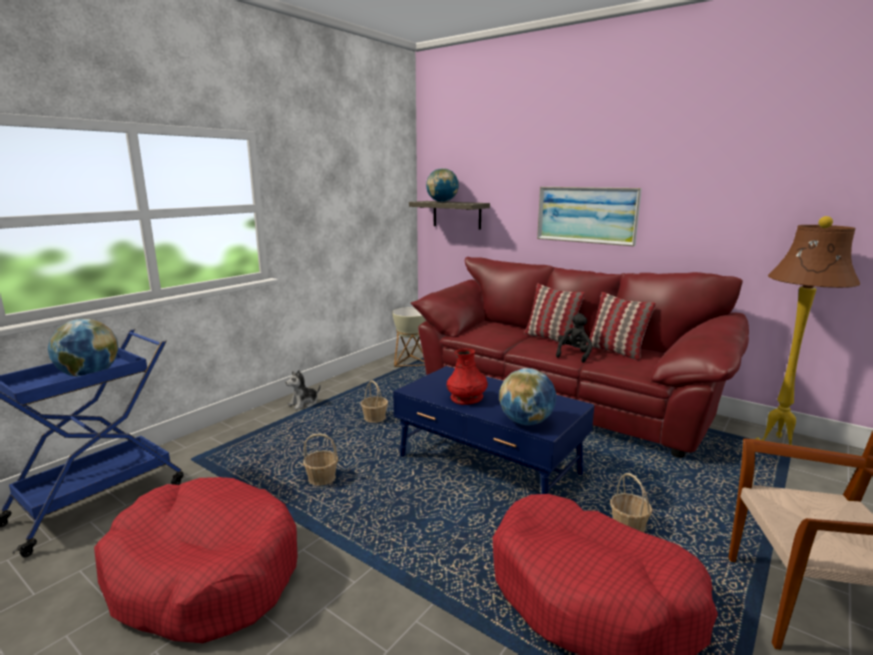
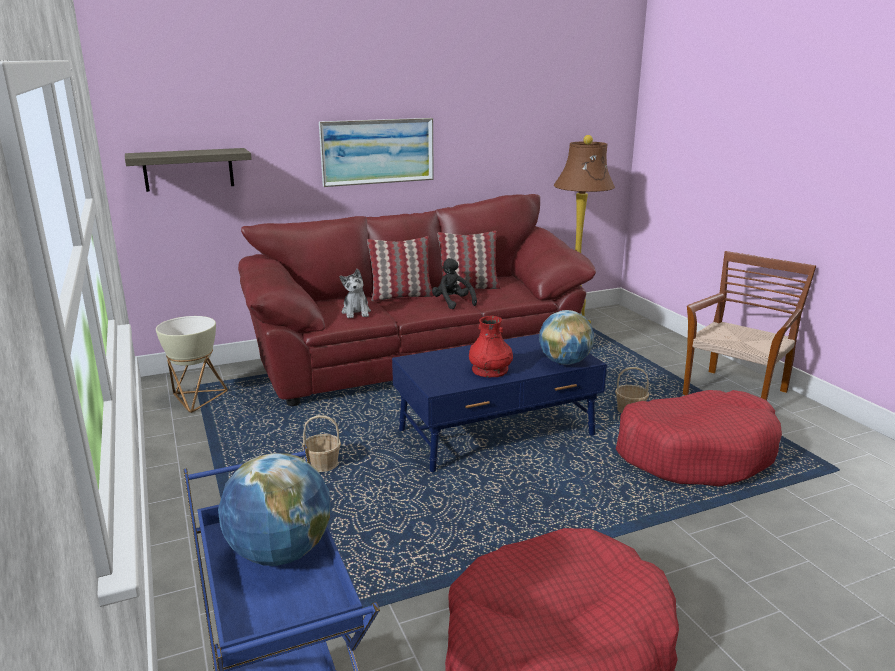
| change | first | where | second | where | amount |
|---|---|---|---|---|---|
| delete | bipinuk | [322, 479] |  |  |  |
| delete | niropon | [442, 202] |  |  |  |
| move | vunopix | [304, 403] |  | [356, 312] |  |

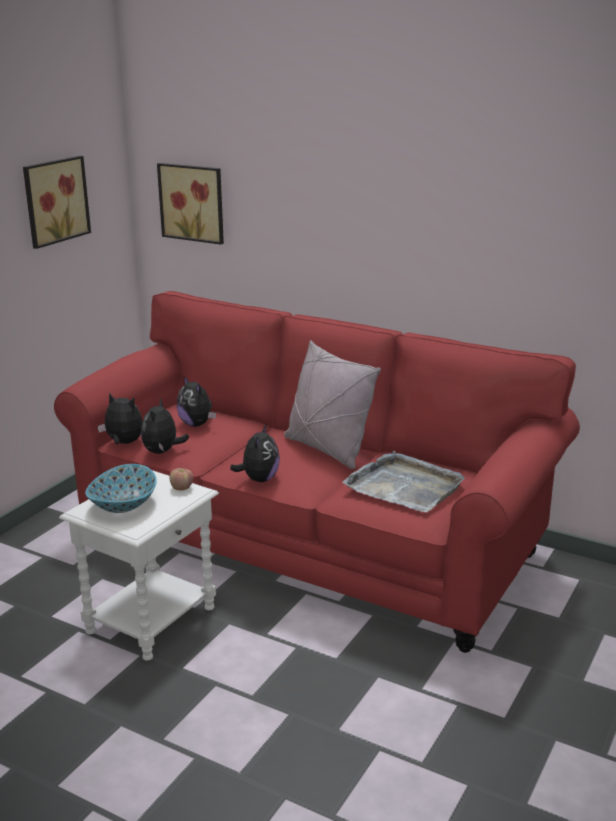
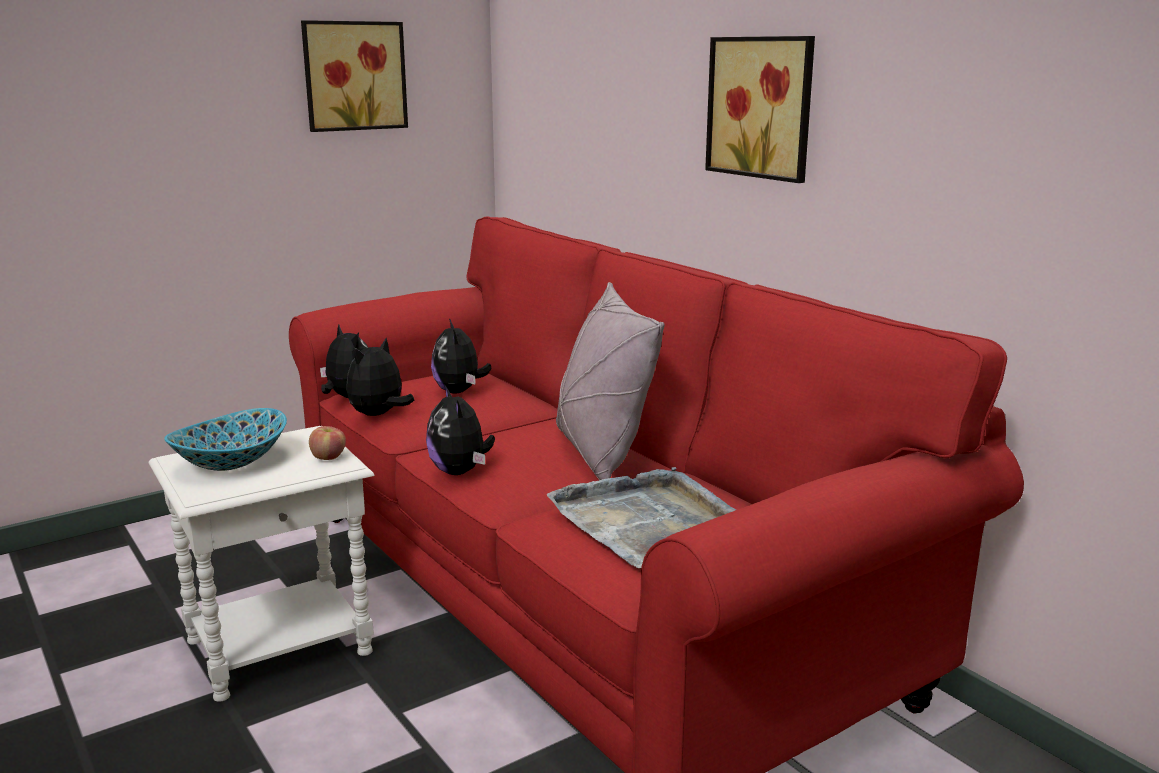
| change | first | where | second | where | amount |
|---|---|---|---|---|---|
| move | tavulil | [193, 202] |  | [763, 107] |  |
| rotate | vunopix | [259, 479] |  | [460, 471] | 120 degrees clockwise |

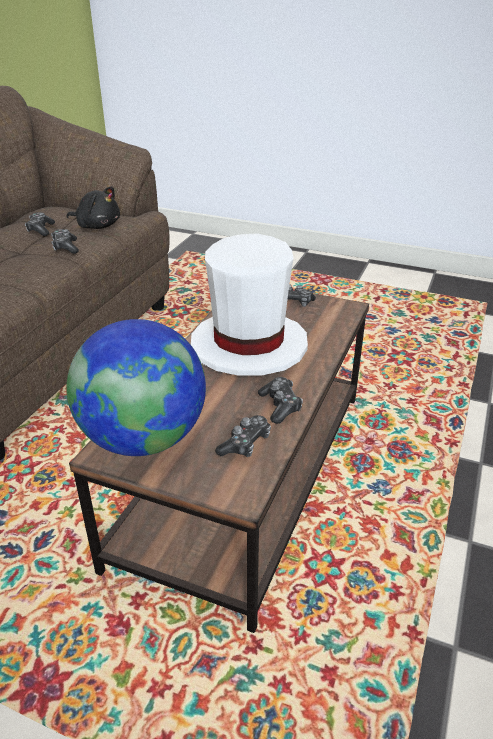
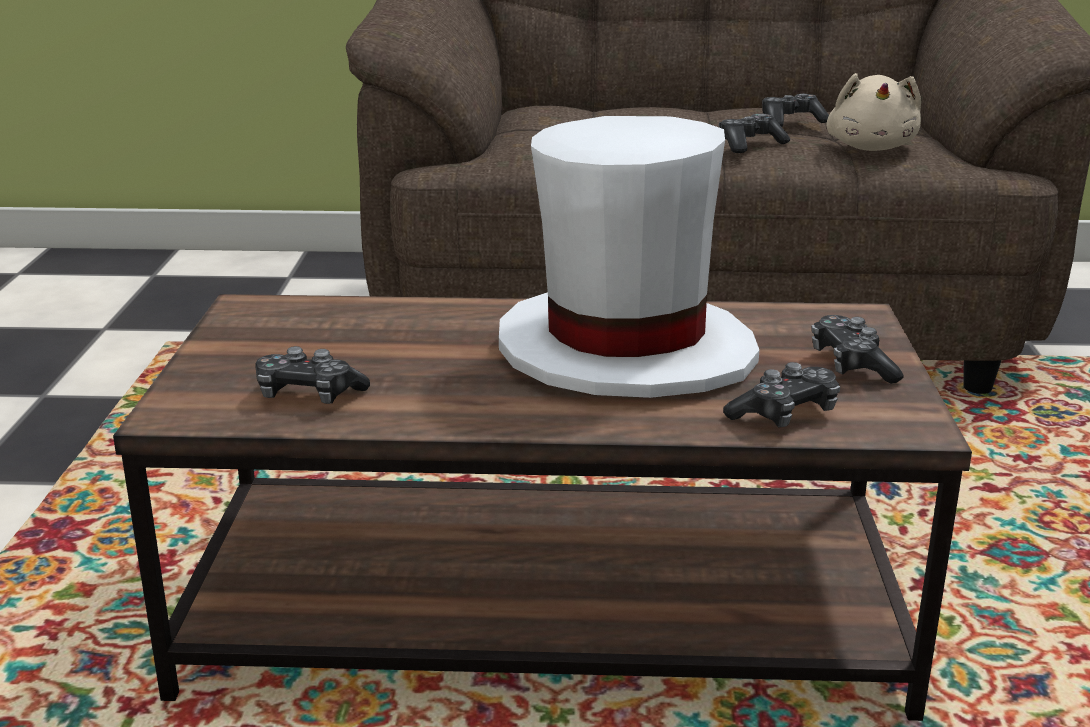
| change | first | where | second | where | amount |
|---|---|---|---|---|---|
| delete | niropon | [143, 439] |  |  |  |
| move | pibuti | [280, 406] |  | [785, 414] |  |
| recolor | vunopix (black) | [97, 226] | vunopix (beige) | [871, 148] |  |

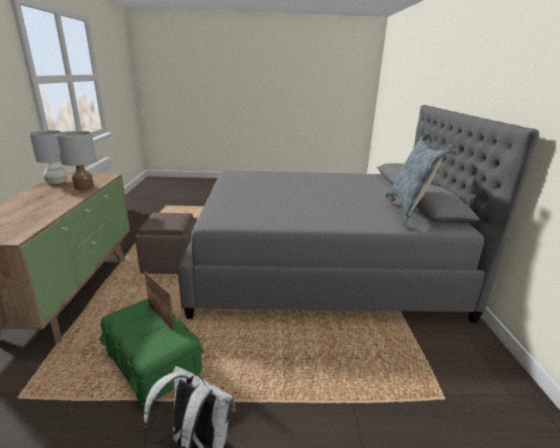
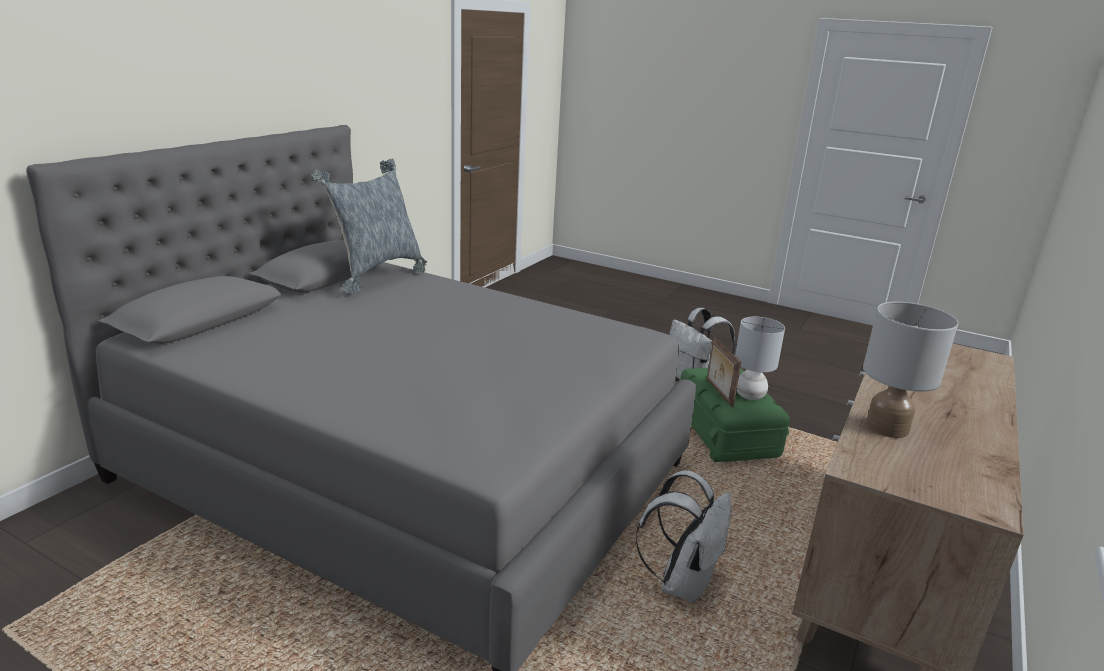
| change | first | where | second | where | amount |
|---|---|---|---|---|---|
| move | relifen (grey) | [57, 182] |  | [749, 395] |  |
| replace | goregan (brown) | [172, 263] | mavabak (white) | [683, 582] |  |

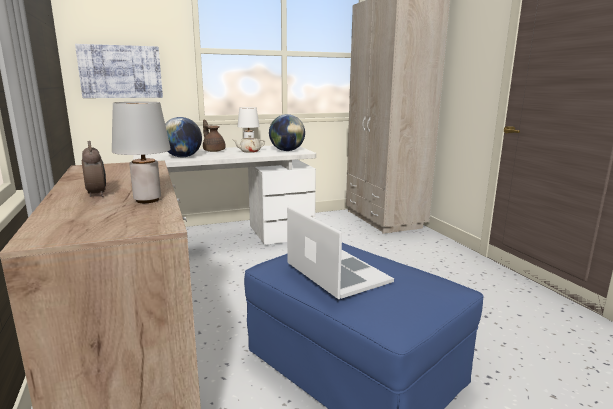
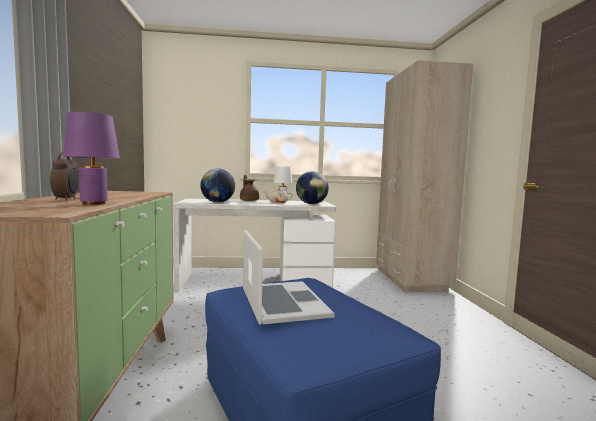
| change | first | where | second | where | amount |
|---|---|---|---|---|---|
| delete | tavulil | [121, 72] |  |  |  |
| recolor | relifen (grey) | [147, 200] | relifen (purple) | [93, 203] |  |

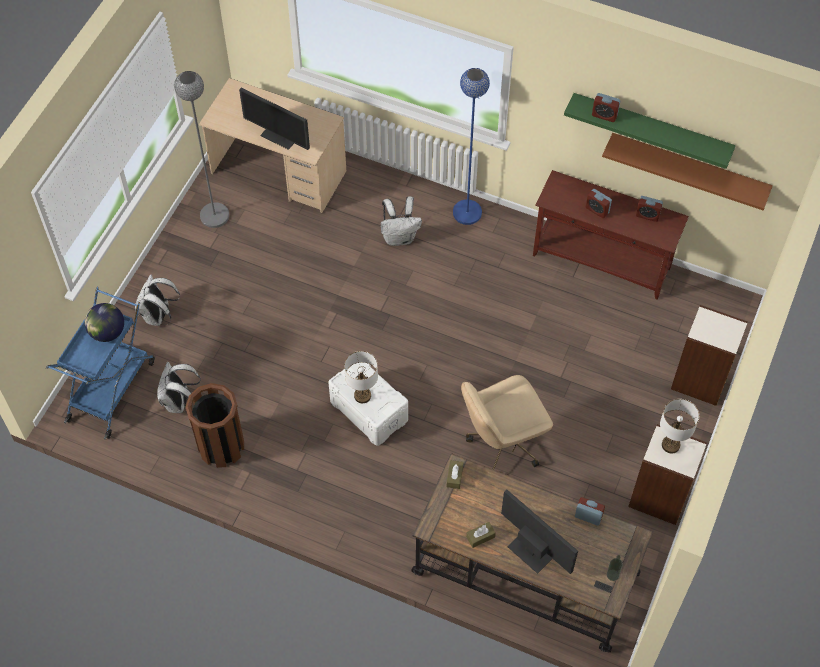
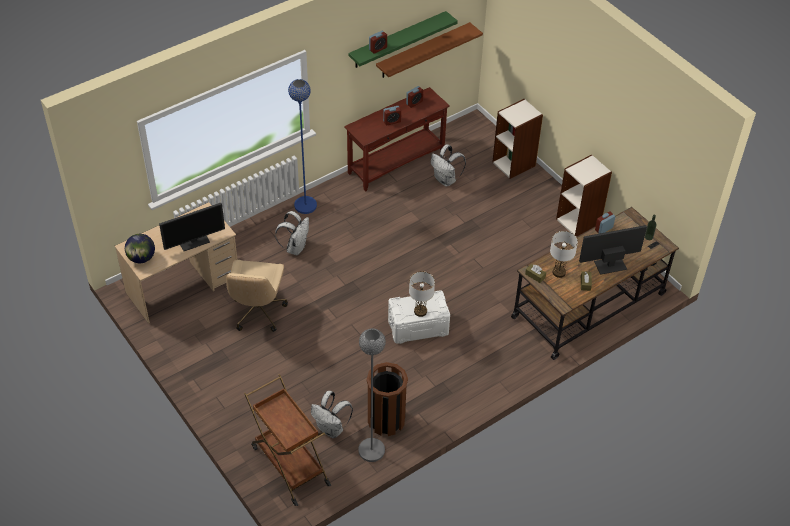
| change | first | where | second | where | amount |
|---|---|---|---|---|---|
| move | niropon | [108, 332] |  | [141, 258] |  |
| move | mavabak (white) | [159, 316] |  | [446, 180] |  |
| move | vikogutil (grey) | [214, 215] |  | [371, 450] |  |
| move | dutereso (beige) | [502, 445] |  | [258, 314] |  |
| move | relifen | [670, 445] |  | [559, 272] |  |
| recolor | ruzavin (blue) | [112, 391] | ruzavin (brown) | [290, 465] |  |

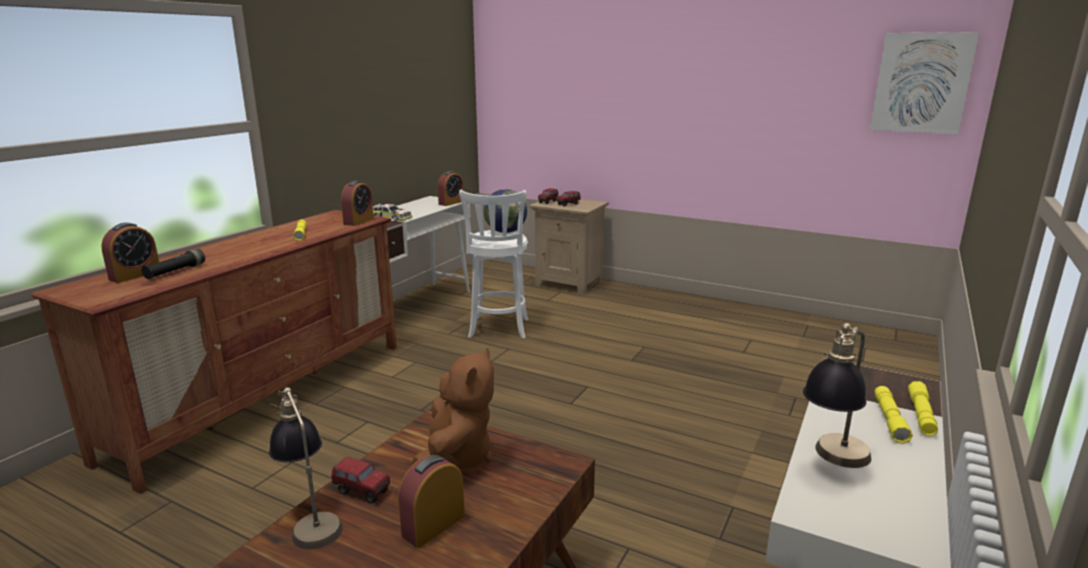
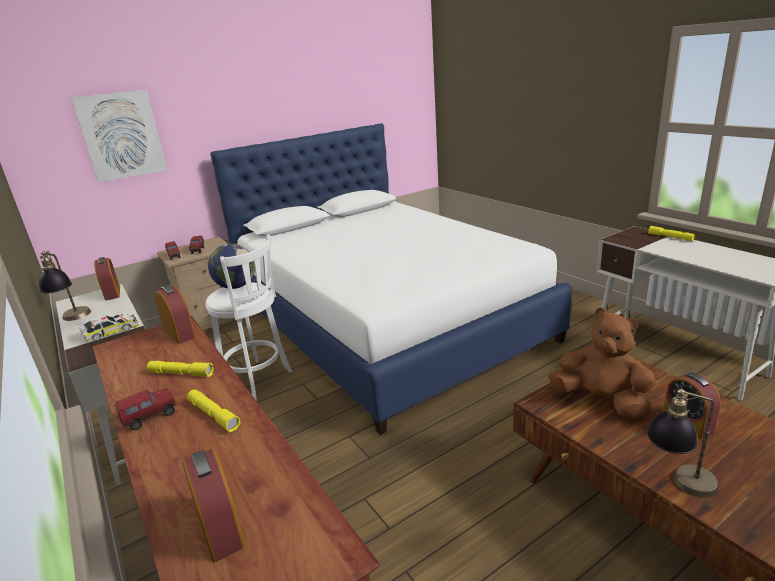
| change | first | where | second | where | amount |
|---|---|---|---|---|---|
| delete | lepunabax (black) | [175, 271] |  |  |  |
| insert |  |  | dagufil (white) | [385, 321] |  |
| move | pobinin | [362, 491] |  | [150, 418] |  |
| move | relifen | [832, 461] |  | [73, 319] |  |
| move | tavulil | [921, 83] |  | [121, 135] |  |
| move | lepunabax (yellow) | [889, 420] |  | [213, 415] |  |

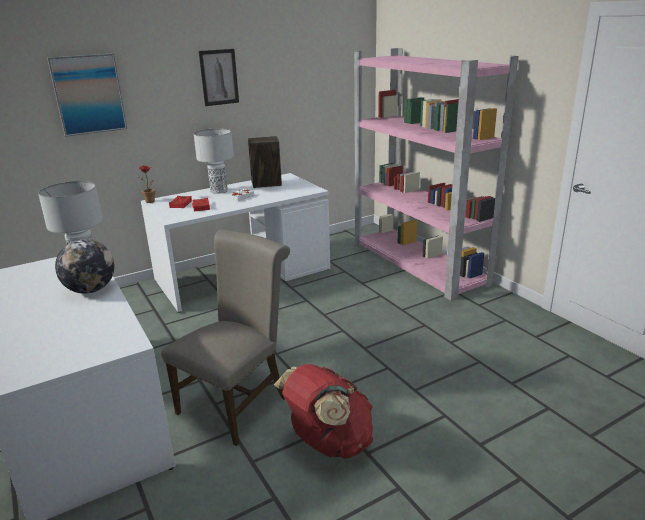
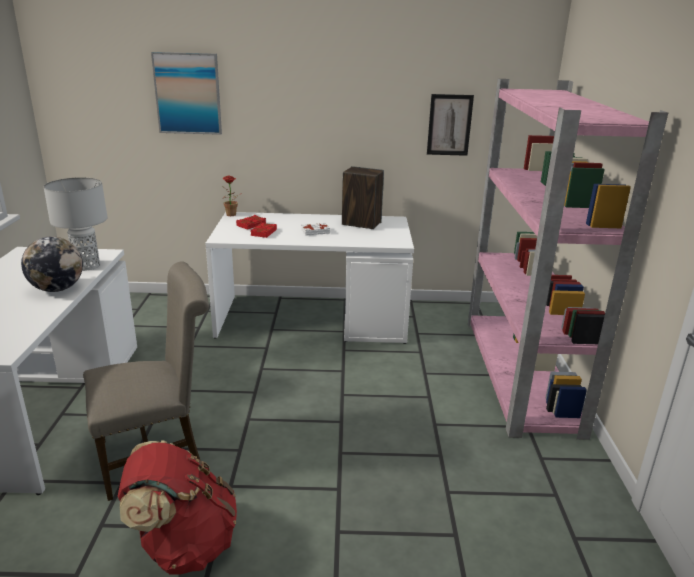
| change | first | where | second | where | amount |
|---|---|---|---|---|---|
| delete | relifen (white) | [219, 191] |  |  |  |
| move | tavulil | [219, 77] |  | [449, 125] |  |

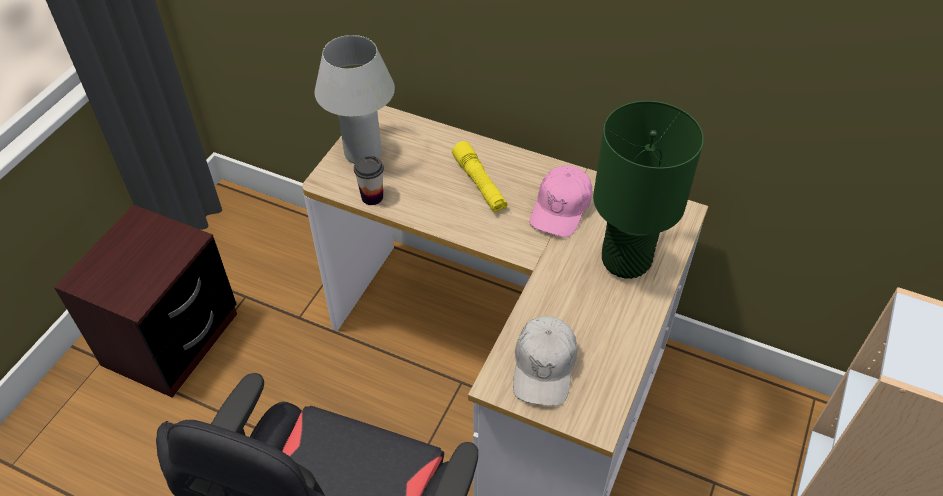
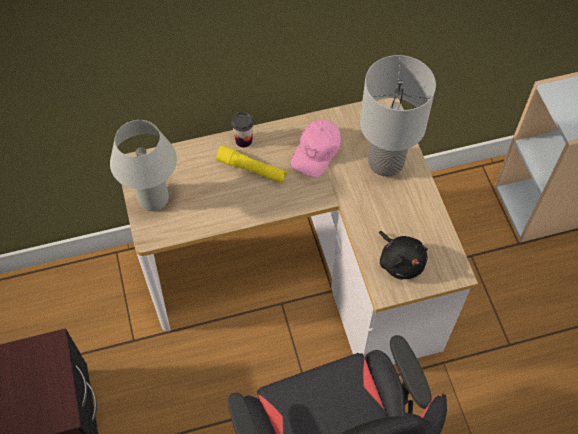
| change | first | where | second | where | amount |
|---|---|---|---|---|---|
| move | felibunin | [372, 197] |  | [244, 140] |  |
| replace | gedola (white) | [544, 367] | vunopix (black) | [400, 261] |  |
| recolor | relifen (green) | [625, 264] | relifen (grey) | [385, 165] |  |
| rotate | gedola (pink) | [561, 208] |  | [316, 152] | 45 degrees clockwise |

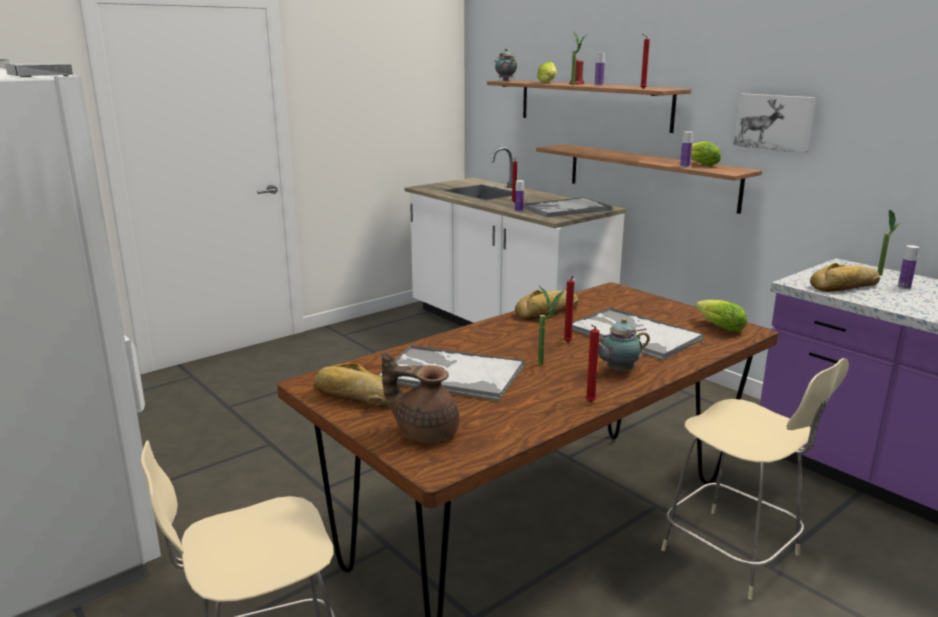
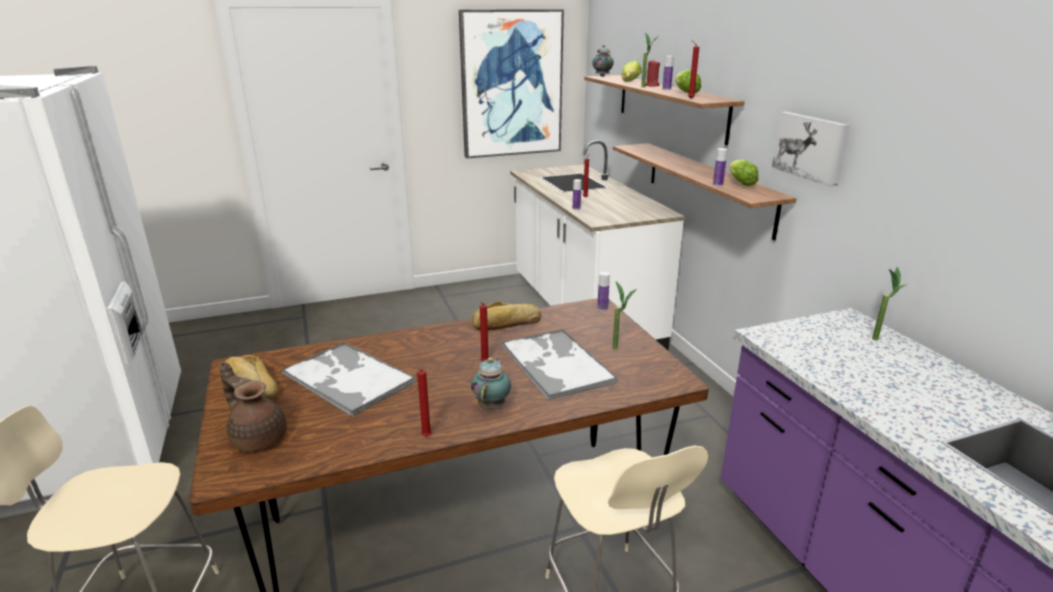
| change | first | where | second | where | amount |
|---|---|---|---|---|---|
| delete | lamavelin | [565, 209] |  |  |  |
| delete | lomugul | [846, 286] |  |  |  |
| insert |  |  | tavulil | [511, 84] |  |
| move | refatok | [547, 365] |  | [619, 349] |  |
| move | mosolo | [717, 326] |  | [684, 93] |  |
| move | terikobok | [904, 287] |  | [602, 308] |  |
| rotate | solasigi | [618, 371] |  | [492, 404] | 105 degrees clockwise |

